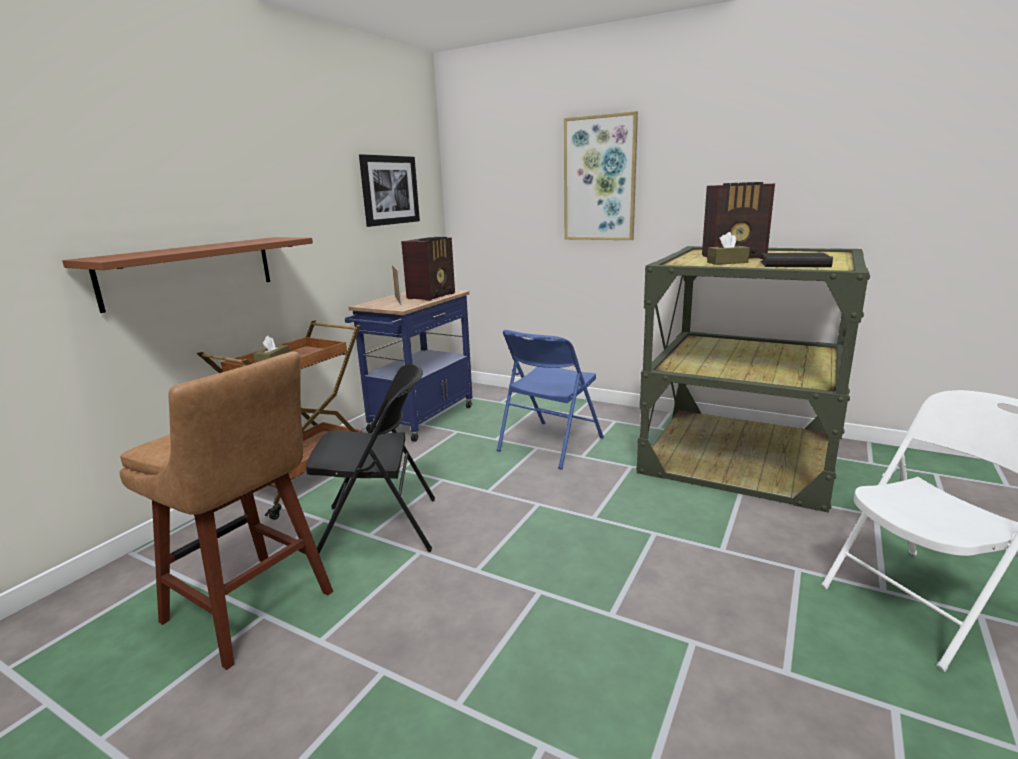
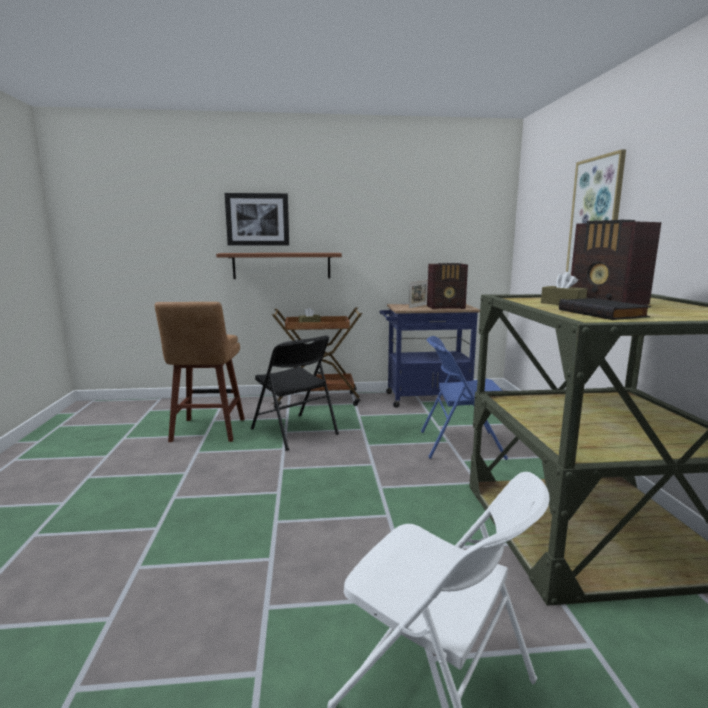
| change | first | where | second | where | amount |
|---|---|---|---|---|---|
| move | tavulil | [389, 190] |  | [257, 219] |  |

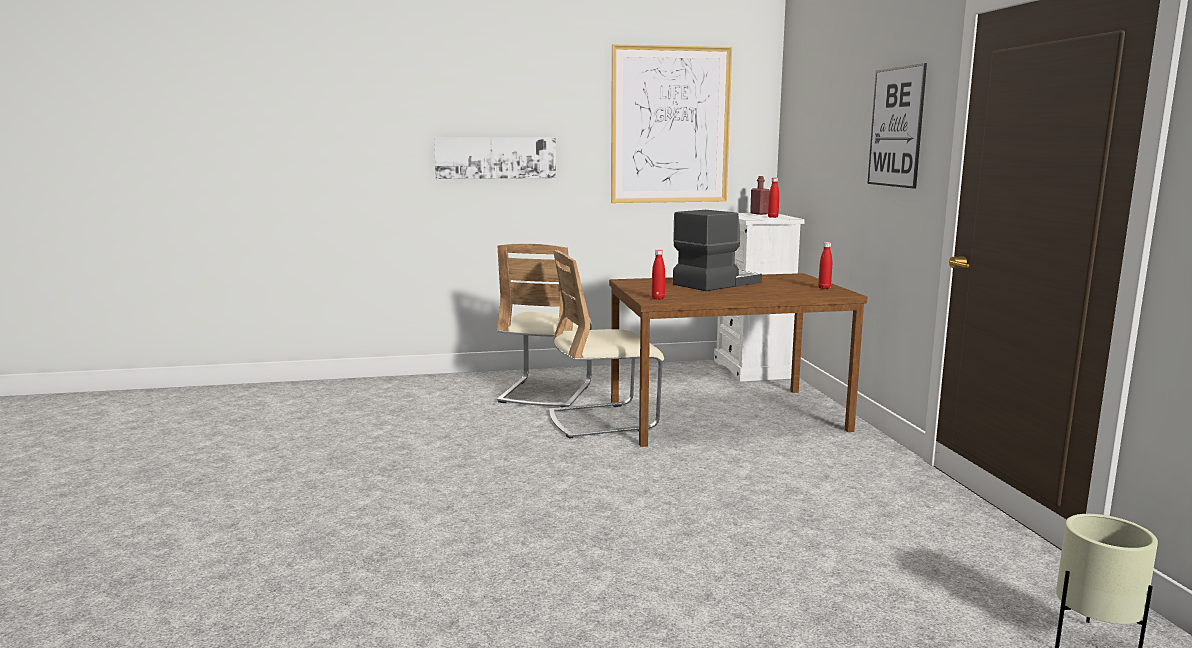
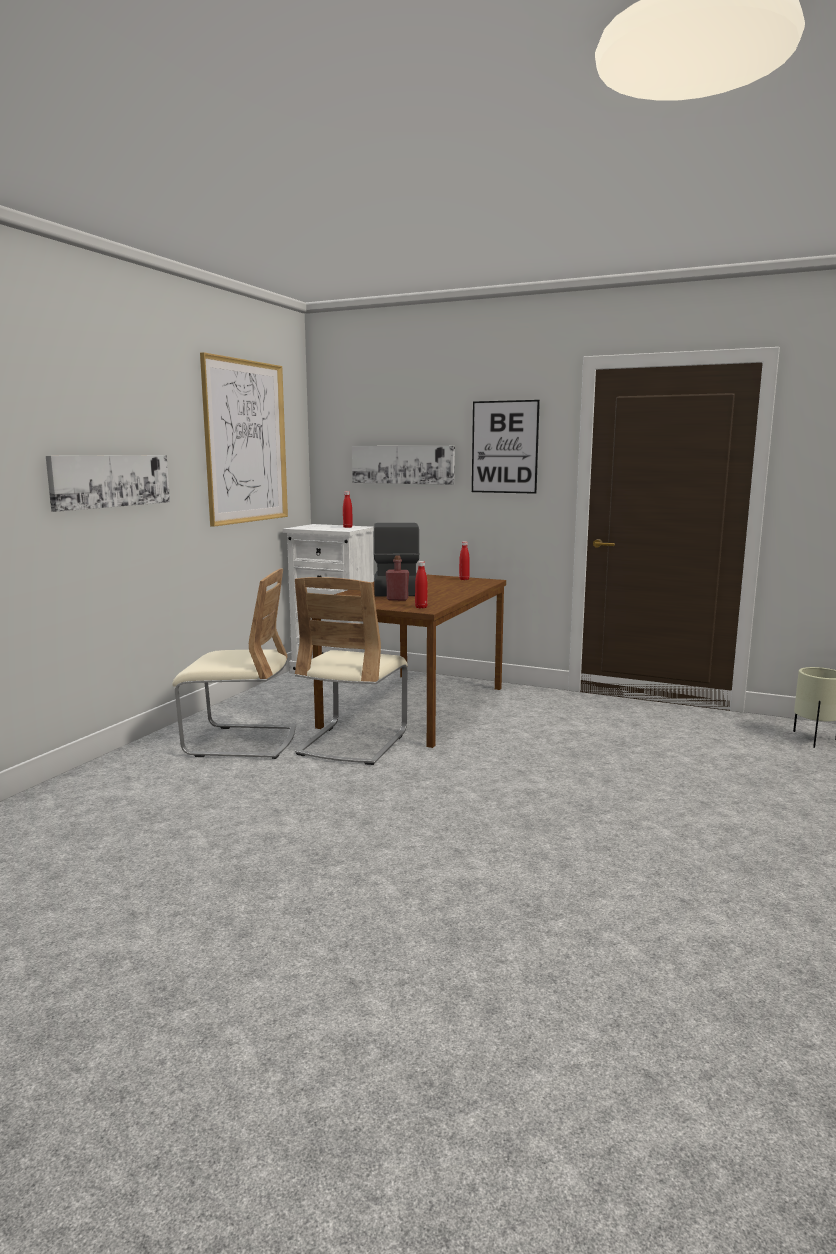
| change | first | where | second | where | amount |
|---|---|---|---|---|---|
| insert |  |  | tavulil | [403, 464] |  |
| move | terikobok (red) | [759, 213] |  | [397, 599] |  |
| rotate | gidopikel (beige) | [545, 392] |  | [240, 742] | 45 degrees counterclockwise |

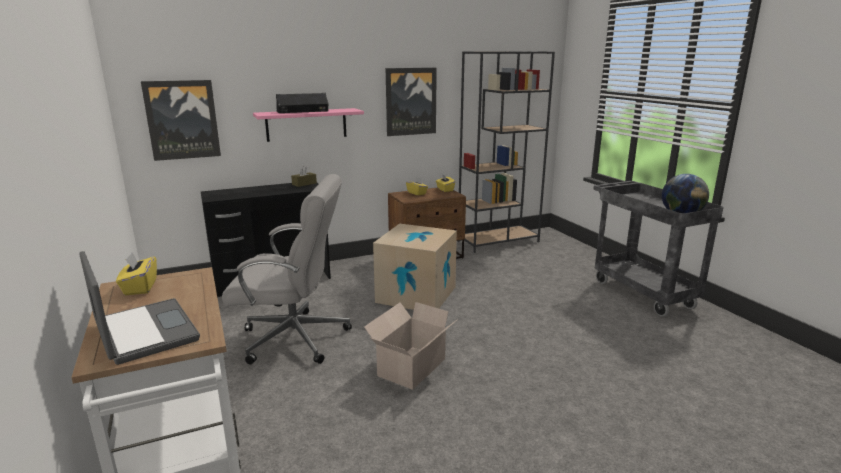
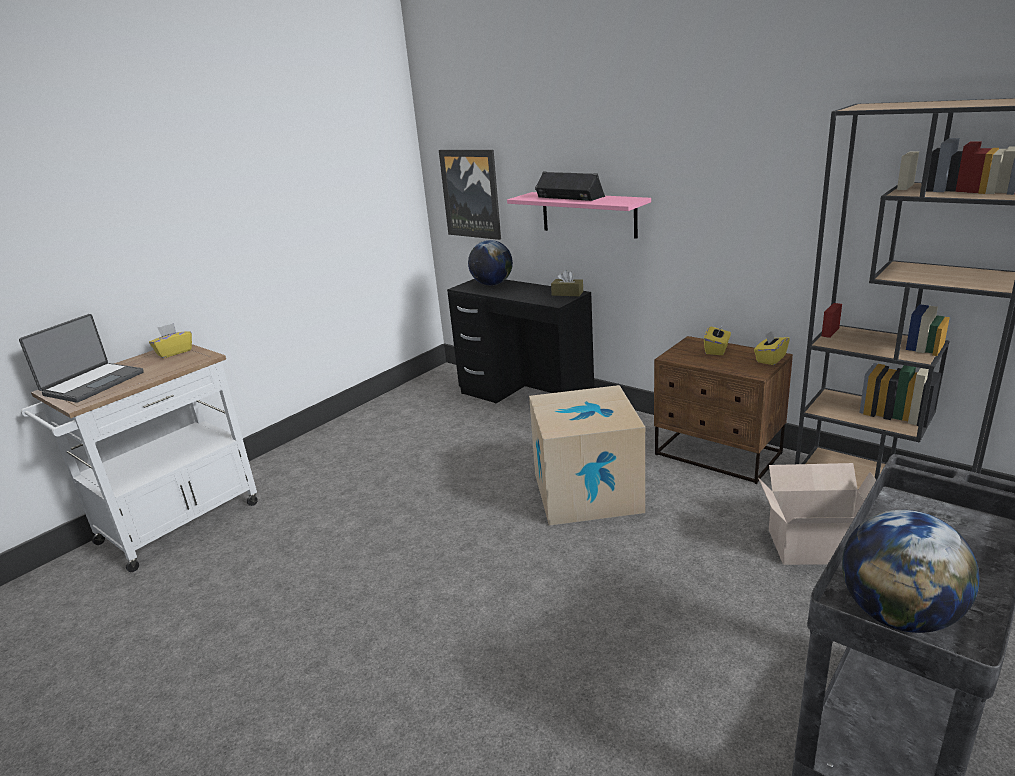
| change | first | where | second | where | amount |
|---|---|---|---|---|---|
| delete | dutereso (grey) | [294, 338] |  |  |  |
| delete | tavulil | [410, 101] |  |  |  |
| insert |  |  | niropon | [492, 284] |  |
| move | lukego | [410, 368] |  | [814, 546] |  |

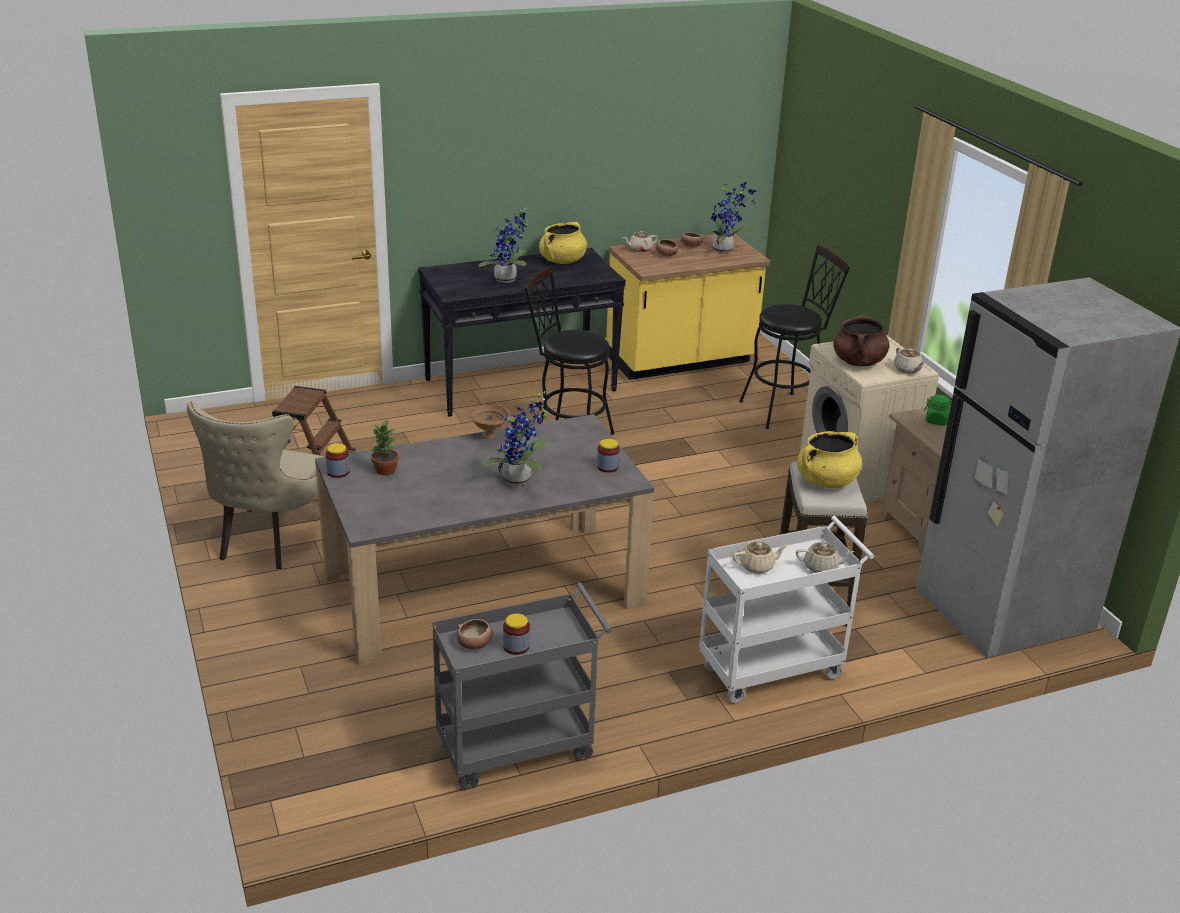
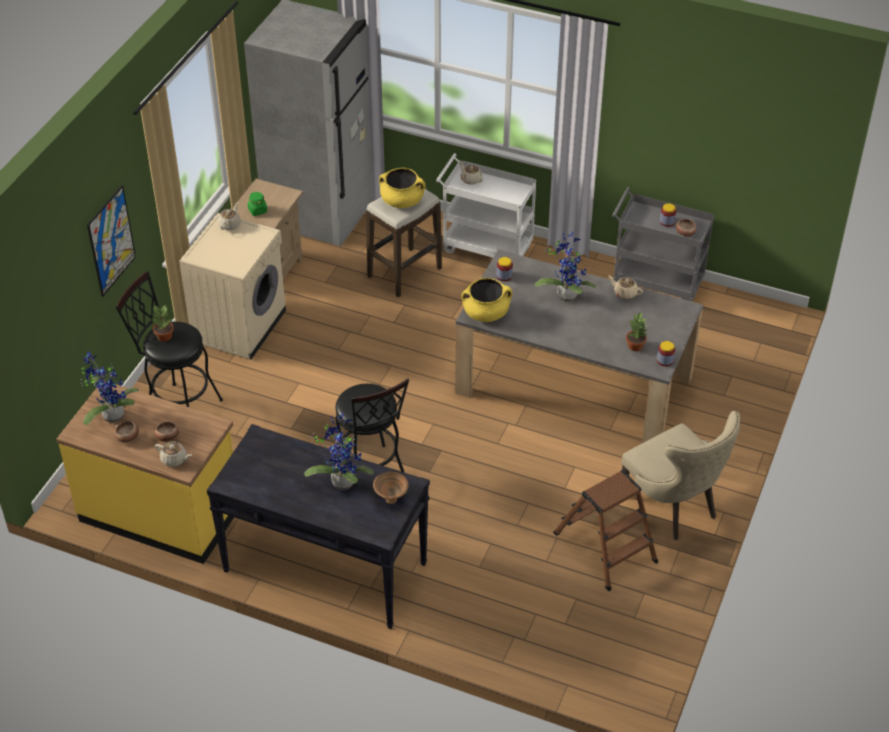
| change | first | where | second | where | amount |
|---|---|---|---|---|---|
| delete | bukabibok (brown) | [858, 362] |  |  |  |
| insert |  |  | tavulil | [111, 241] |  |
| insert |  |  | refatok | [164, 336] |  |
| move | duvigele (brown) | [489, 436] |  | [390, 498] |  |
| move | bukabibok (yellow) | [562, 261] |  | [486, 313] |  |
| move | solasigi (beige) | [757, 566] |  | [624, 293] |  |
| rotate | gidopikel (beige) | [268, 541] |  | [673, 506] | 90 degrees clockwise |

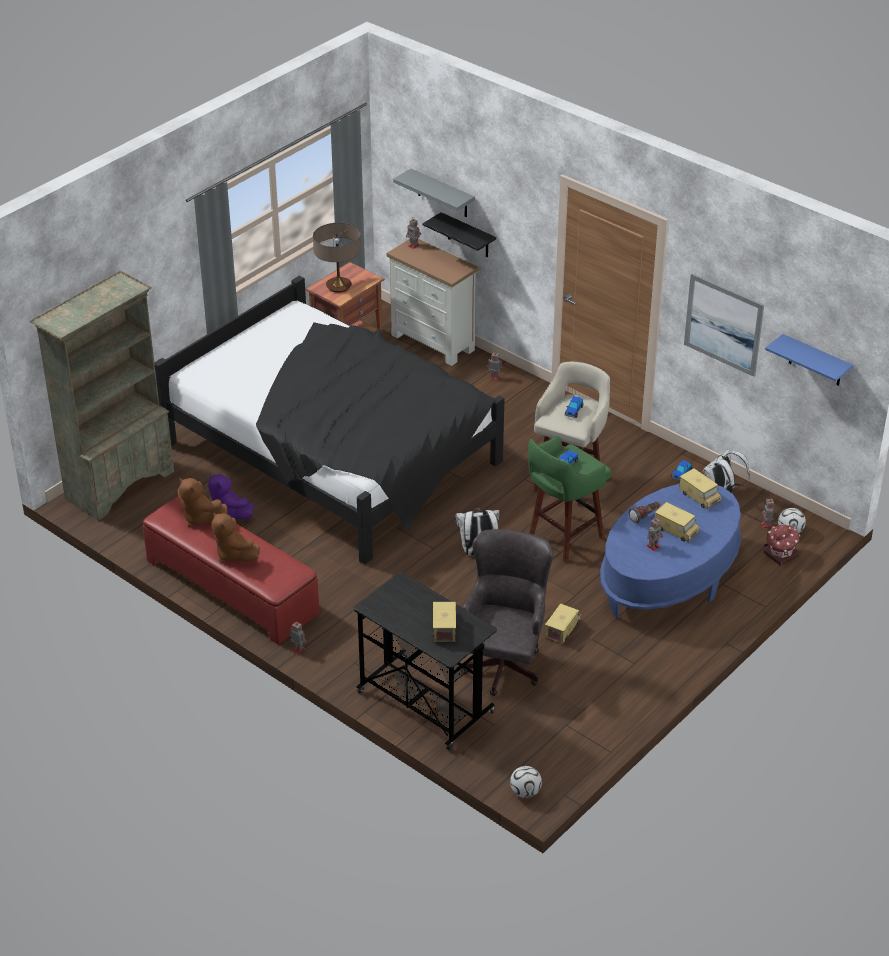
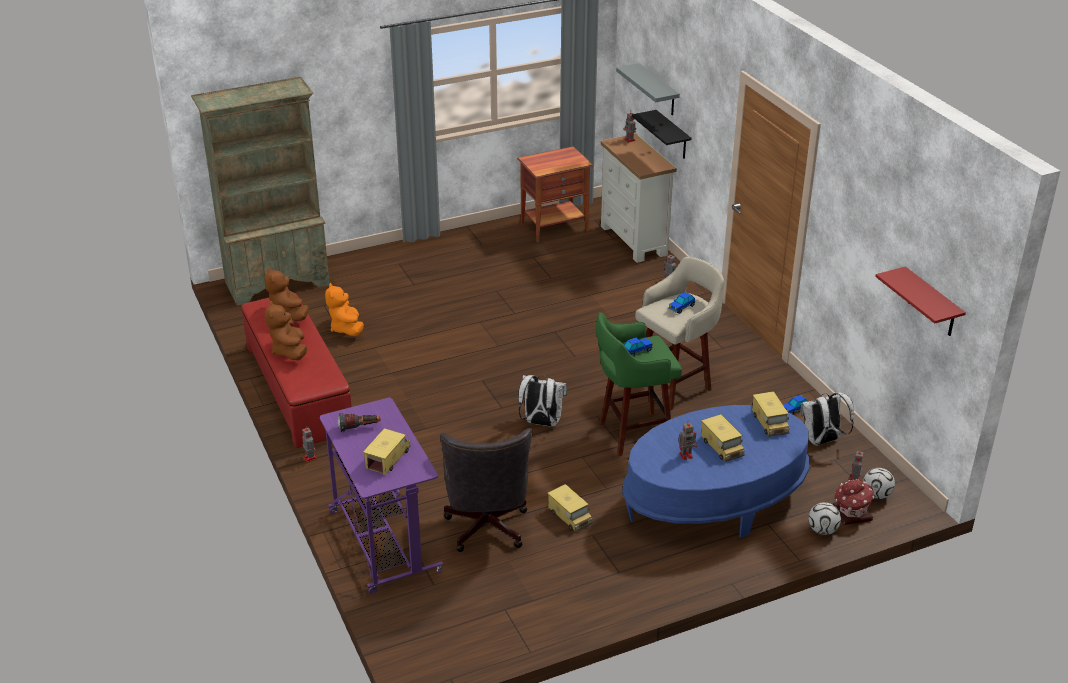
| change | first | where | second | where | amount |
|---|---|---|---|---|---|
| delete | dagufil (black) | [334, 453] |  |  |  |
| delete | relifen | [338, 286] |  |  |  |
| delete | tavulil | [723, 324] |  |  |  |
| move | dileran | [525, 792] |  | [822, 530] |  |
| move | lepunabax | [645, 516] |  | [359, 428] |  |
| recolor | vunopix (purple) | [229, 513] | vunopix (orange) | [346, 329] |  |
| recolor | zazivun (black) | [424, 702] | zazivun (purple) | [384, 542] |  |
| recolor | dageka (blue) | [815, 361] | dageka (red) | [931, 303] |  |
| rotate | dutereso (grey) | [504, 664] |  | [487, 530] | 135 degrees clockwise |
| rotate | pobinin | [562, 629] |  | [570, 516] | 90 degrees clockwise |

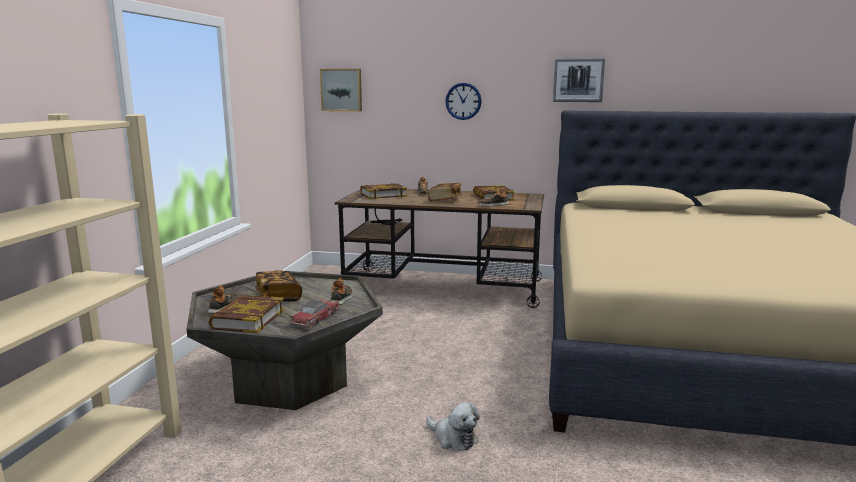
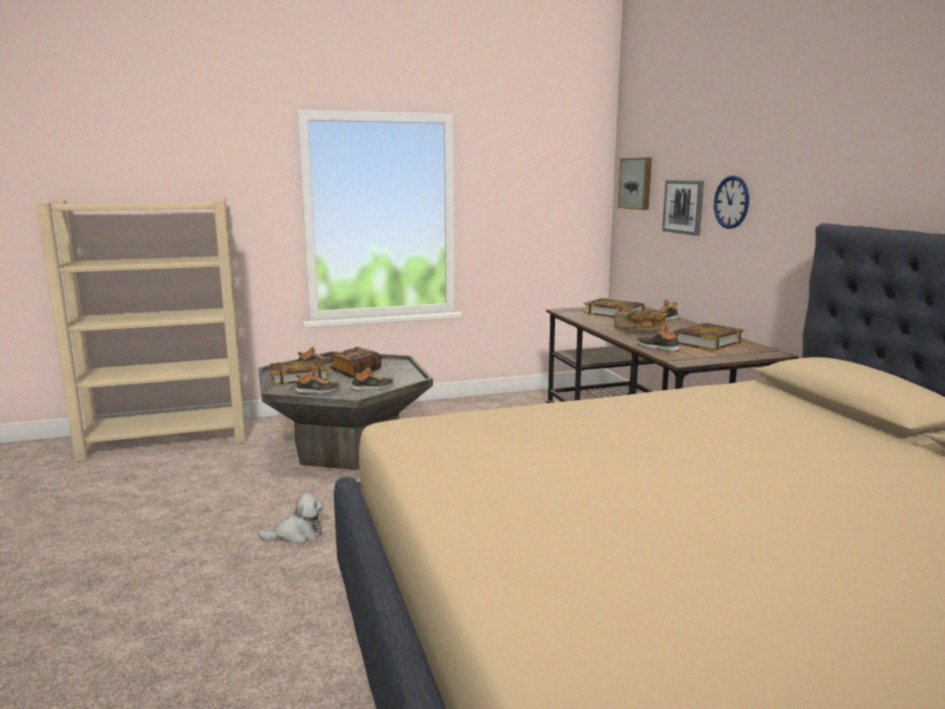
| change | first | where | second | where | amount |
|---|---|---|---|---|---|
| move | tavulil | [578, 80] |  | [683, 206] |  |
| replace | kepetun | [315, 319] | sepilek | [317, 391] |  |
| rotate | vunopix | [453, 438] |  | [297, 535] | 120 degrees counterclockwise |

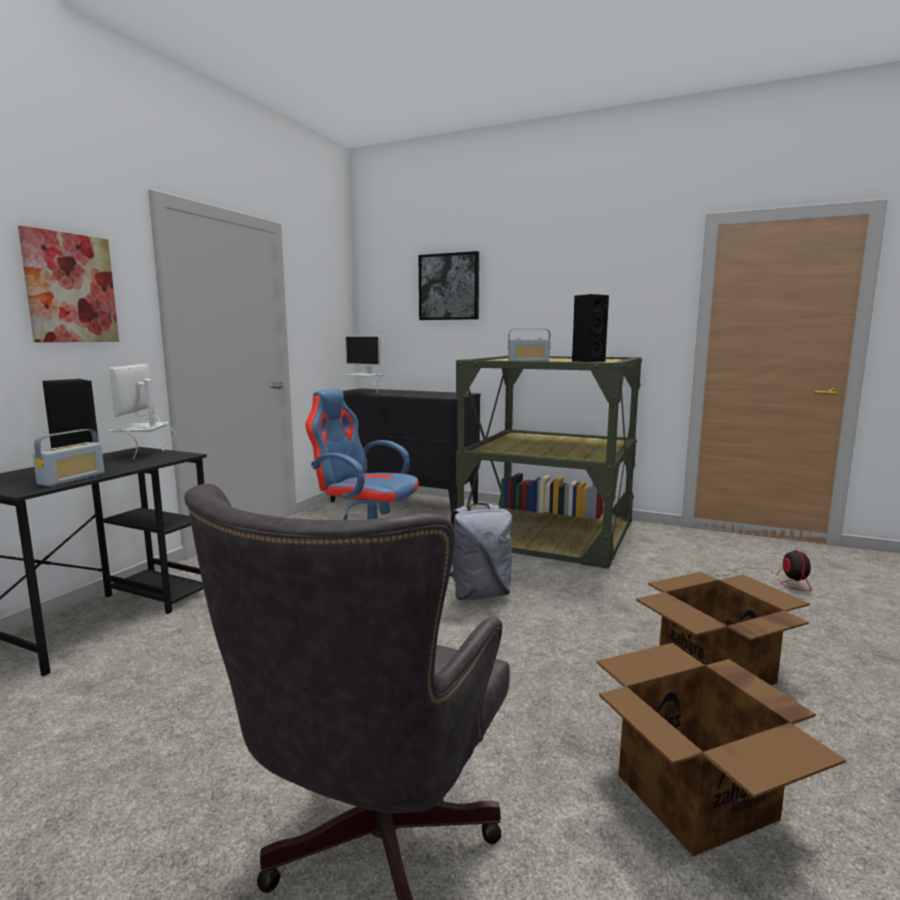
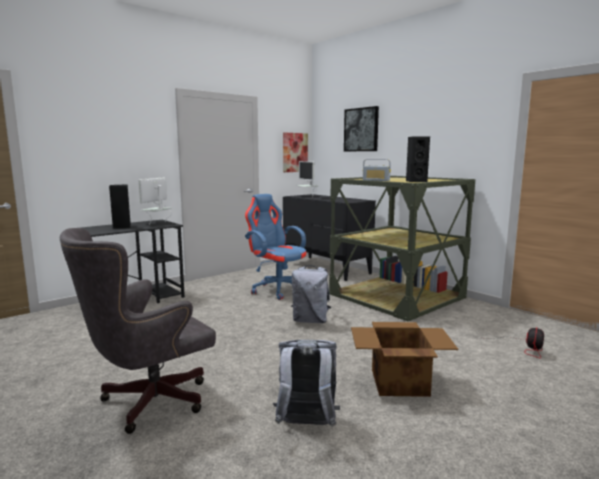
| change | first | where | second | where | amount |
|---|---|---|---|---|---|
| delete | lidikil | [72, 479] |  |  |  |
| move | tavulil | [70, 288] |  | [295, 152] |  |
| replace | lukego | [696, 798] | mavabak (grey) | [306, 426] |  |

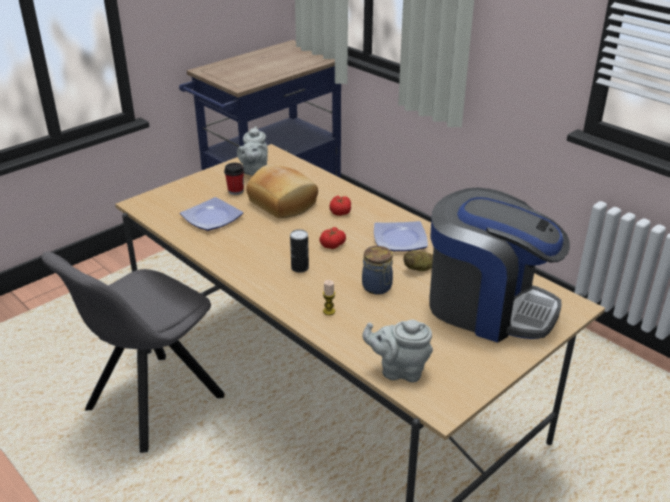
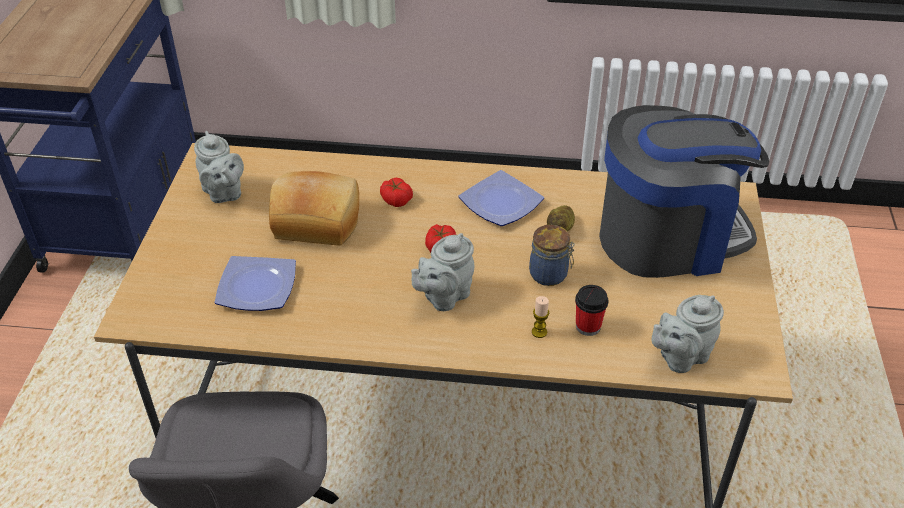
| change | first | where | second | where | amount |
|---|---|---|---|---|---|
| move | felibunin | [235, 191] |  | [588, 326] |  |
| replace | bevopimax | [300, 268] | solasigi (grey) | [444, 297] |  |

